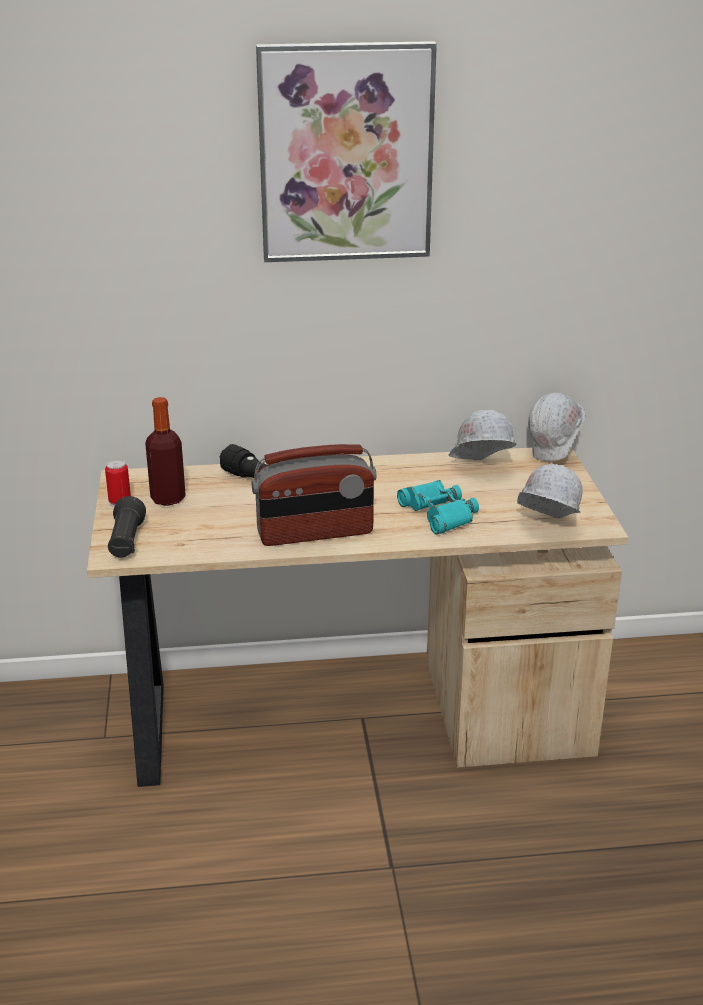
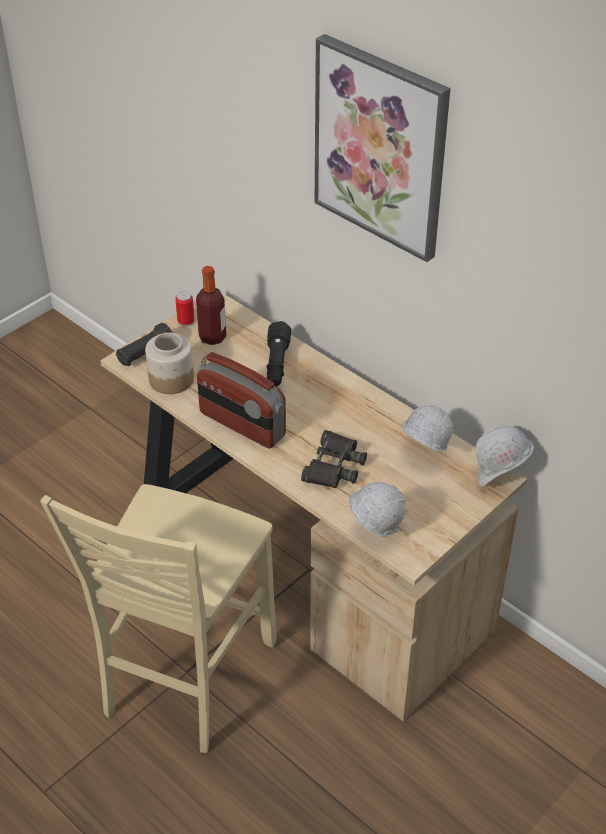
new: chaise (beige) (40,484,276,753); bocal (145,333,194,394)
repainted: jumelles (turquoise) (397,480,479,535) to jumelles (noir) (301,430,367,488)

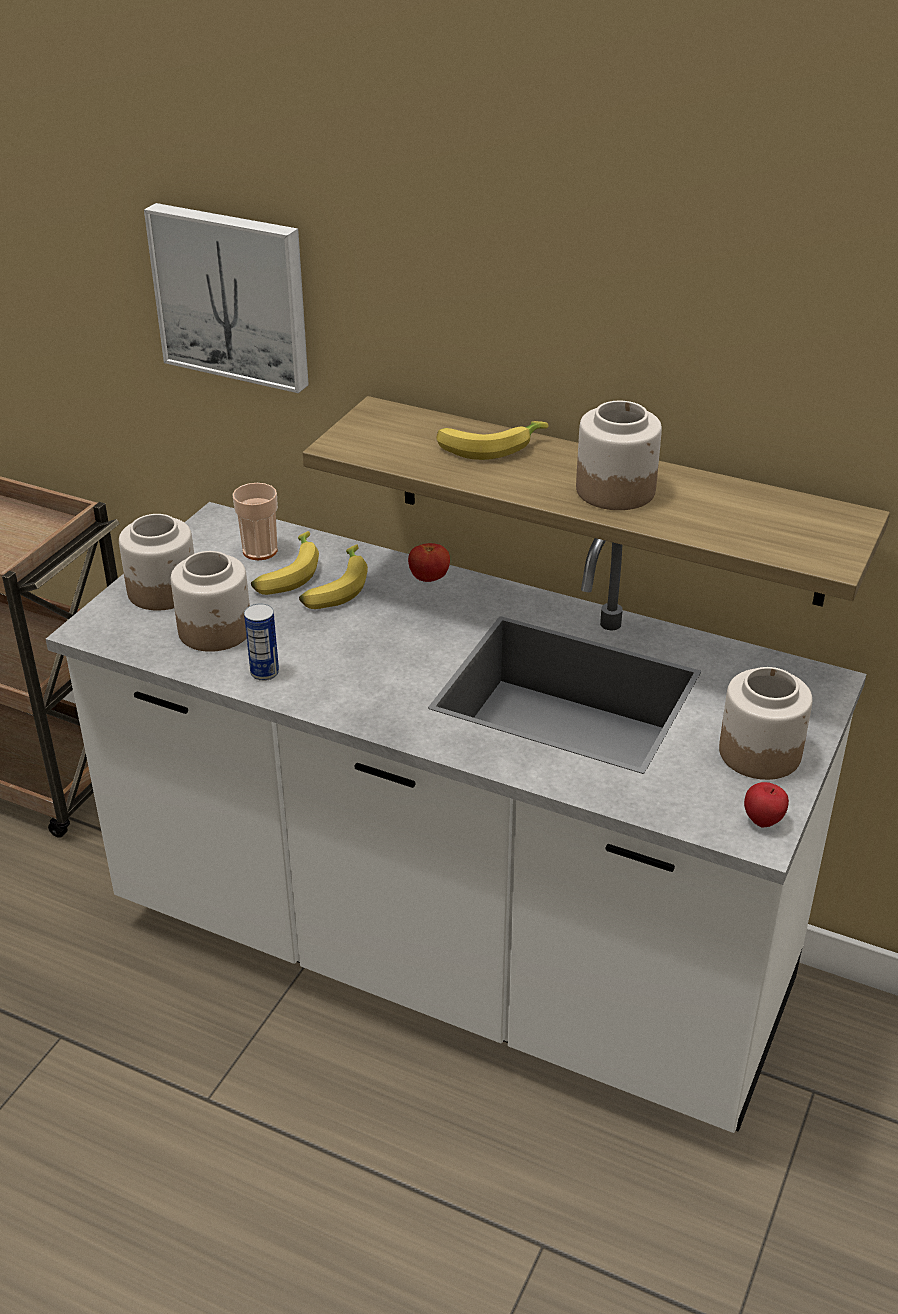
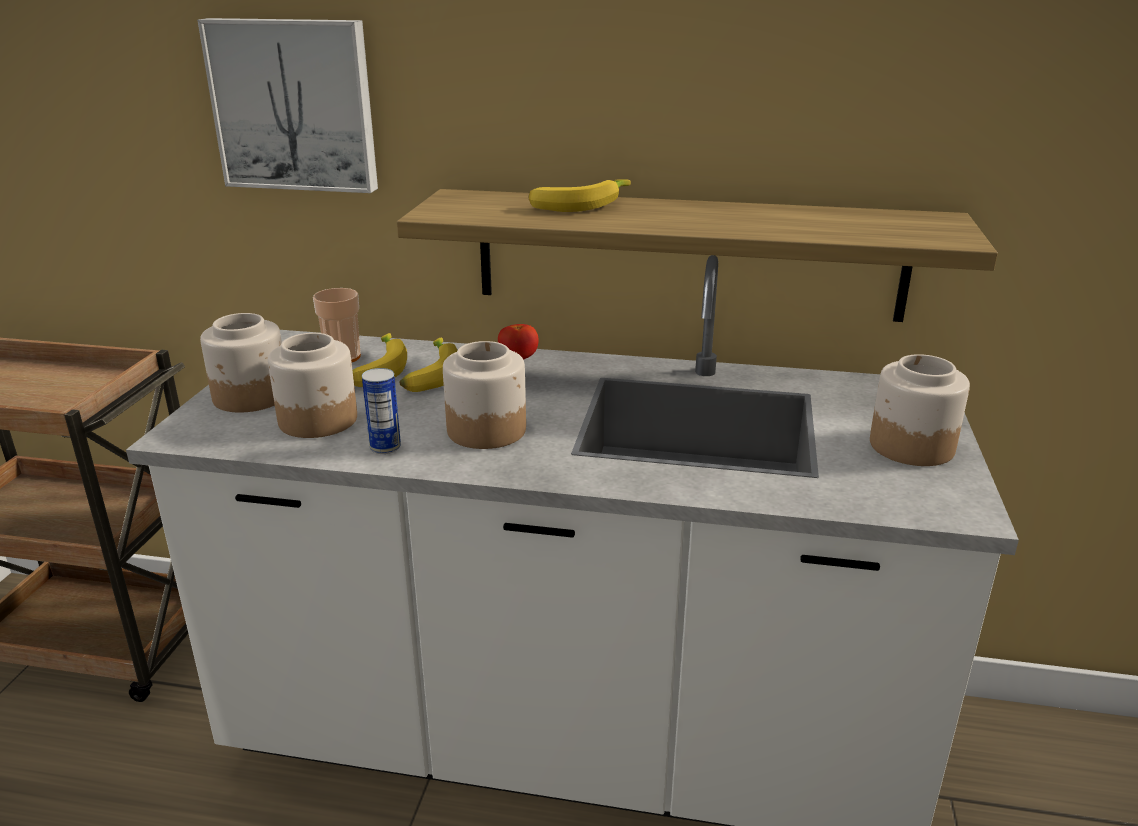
gone: pomme (744,782,789,828)
shifted: bocal (576,401,662,510) to (443,341,526,449)

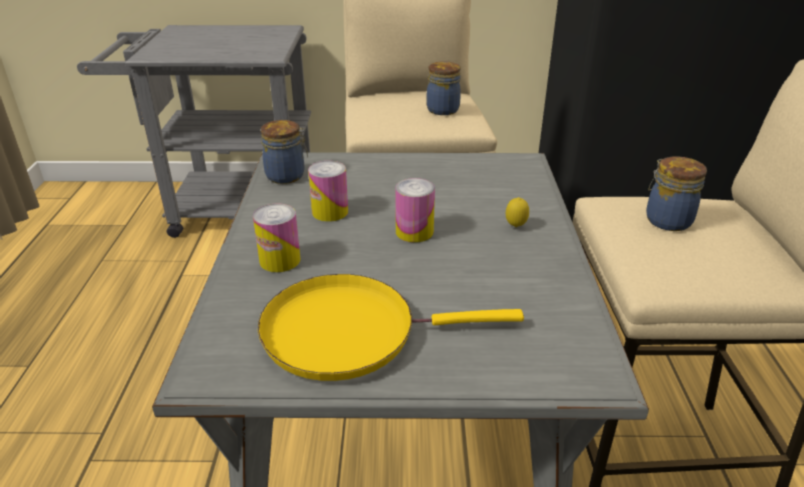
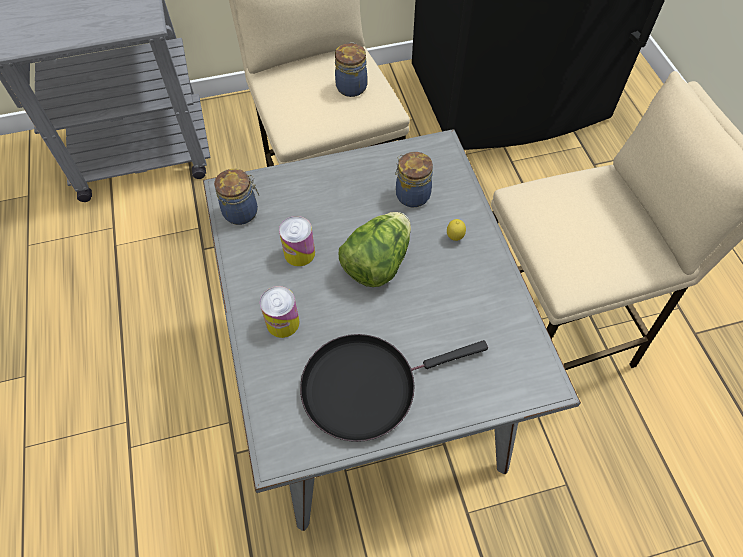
shifted: bocal (646,156,707,231) to (395,152,433,207)
swapped: boîte métallique (395,178,435,243) to laitue (338,212,411,287)
repainted: poêle (jaune) (258,274,524,381) to poêle (noir) (300,334,488,442)

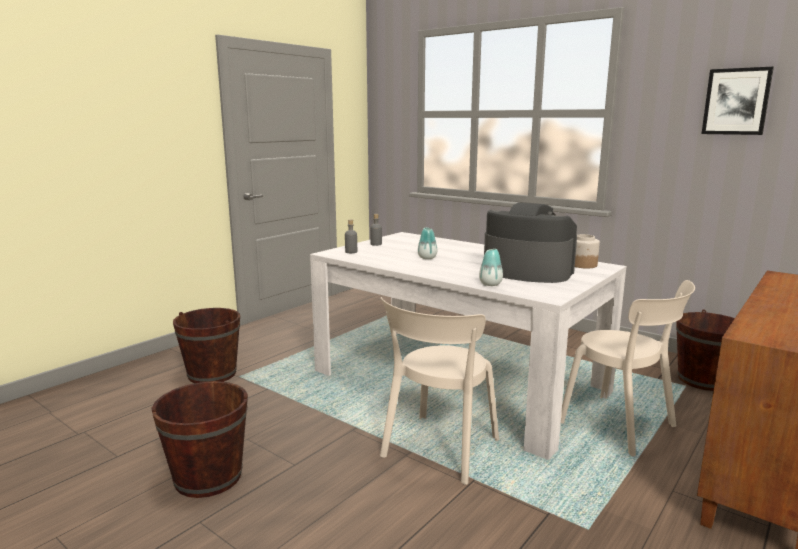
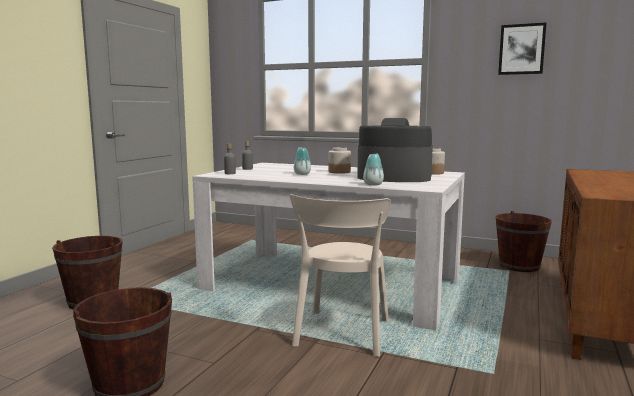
gone: chaise (beige) (561,280,695,457)
new: bocal (328,147,351,174)

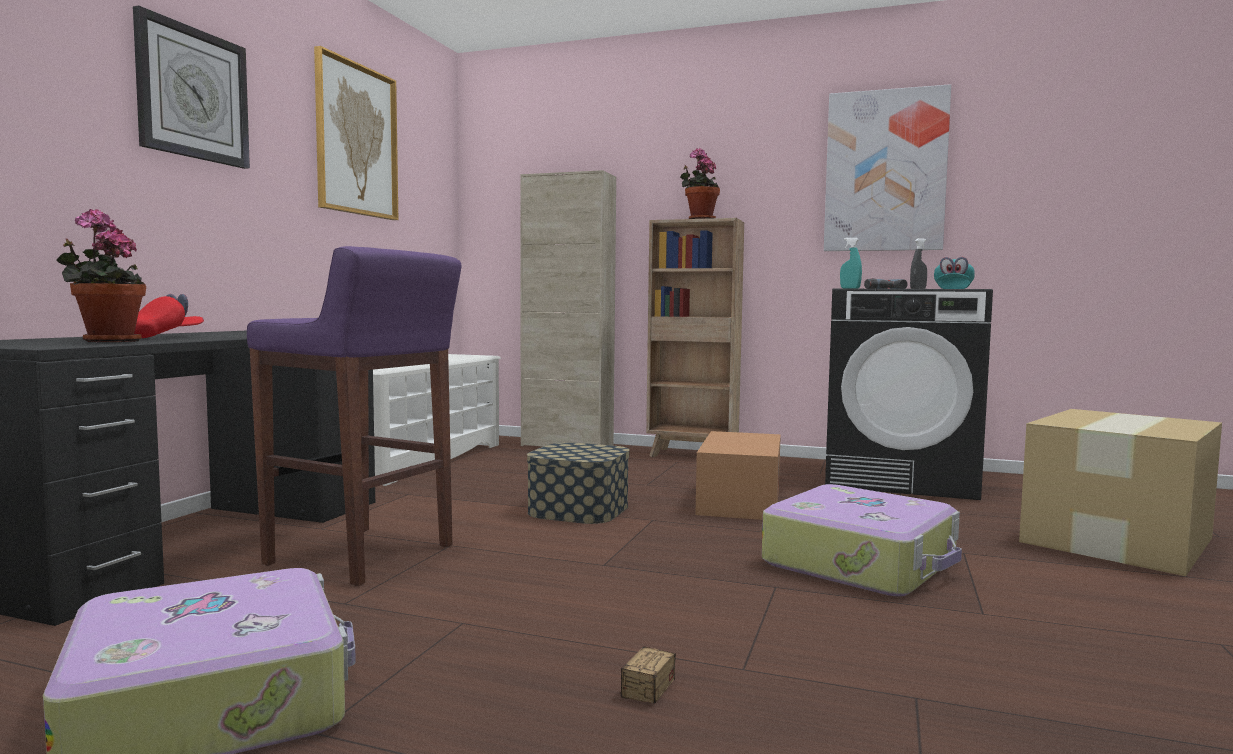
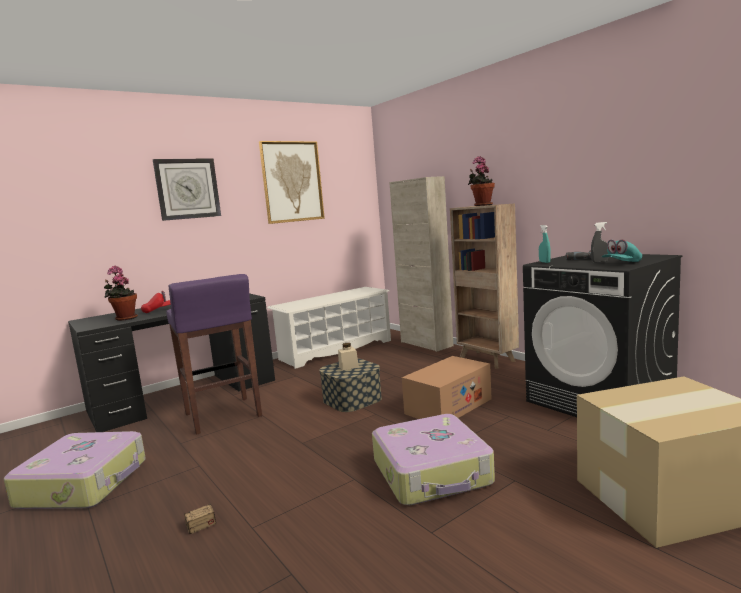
gone: tableau (824,84,951,251)
new: bocal (beige) (338,343,359,371)

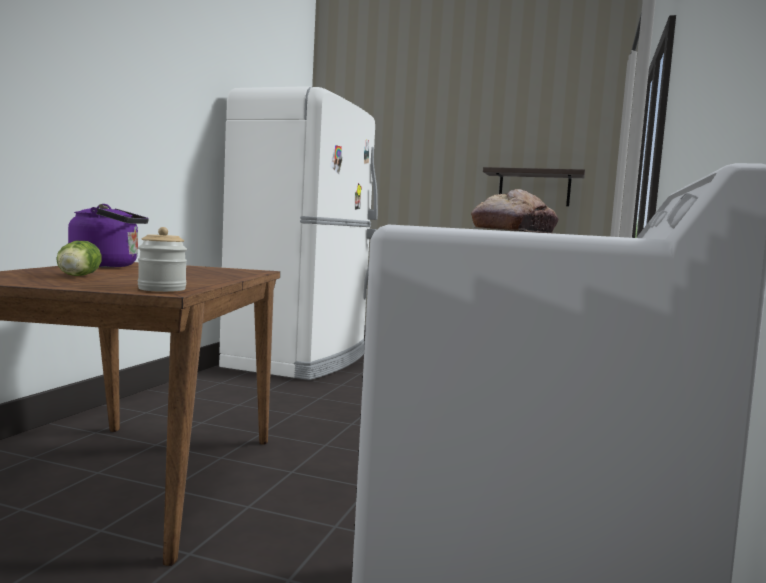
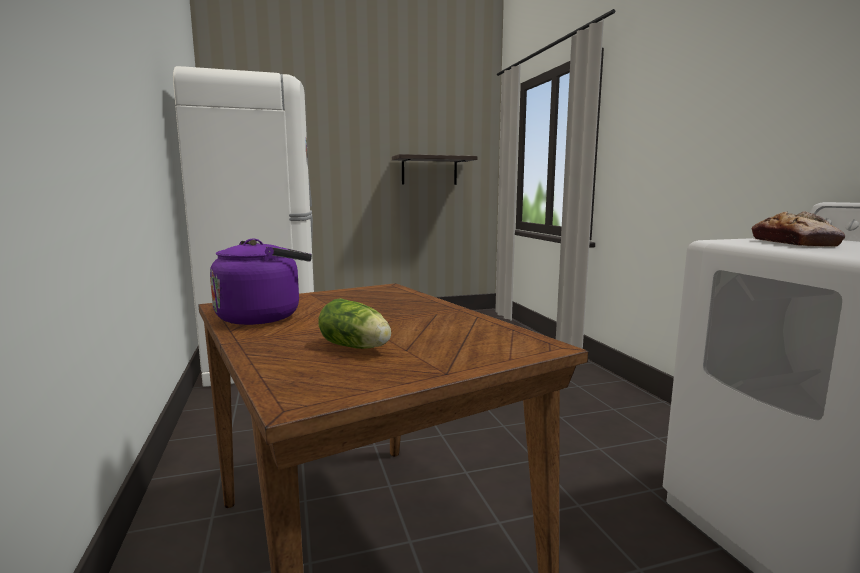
gone: bocal (138,227,187,292)

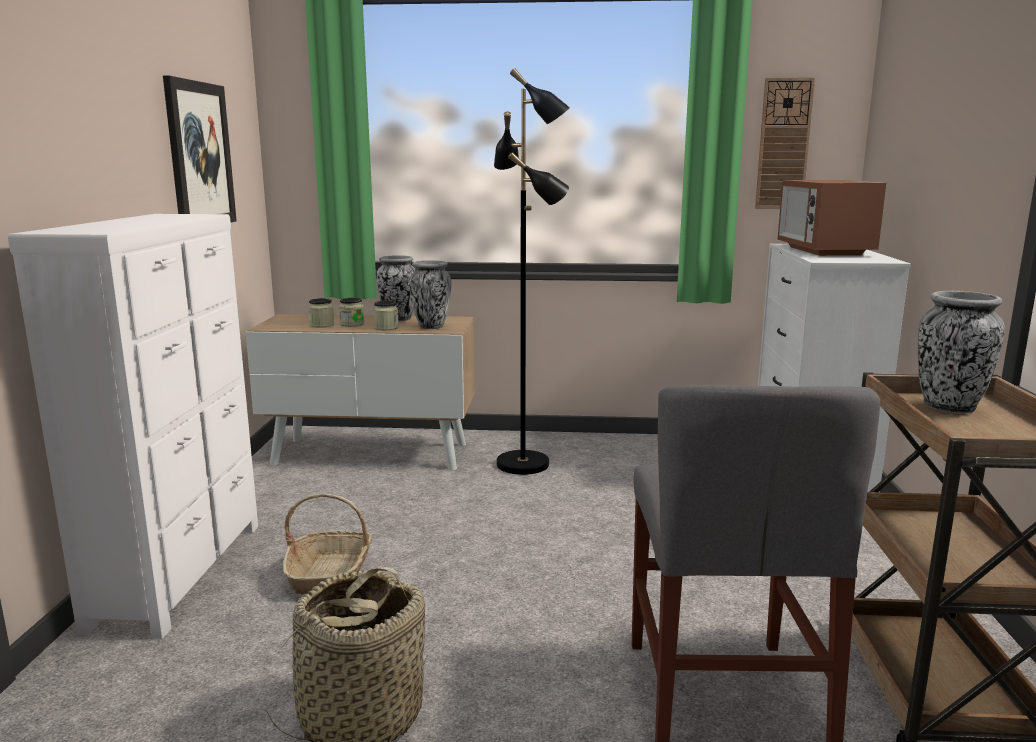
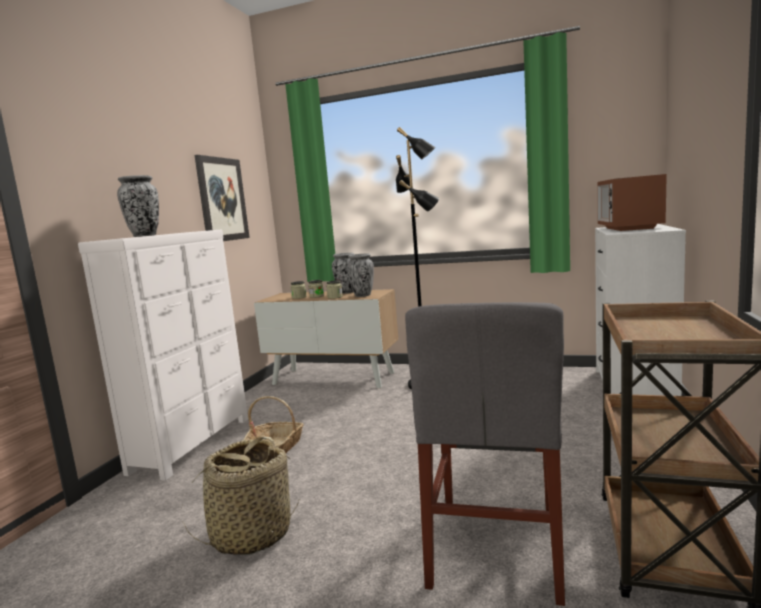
gone: horloge murale (755,77,815,209)
shifted: vase (918,291,1005,414) to (117,175,159,237)

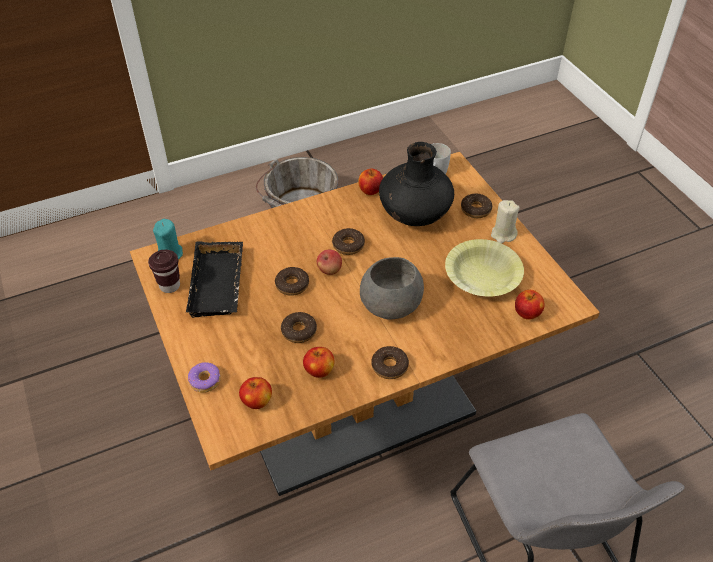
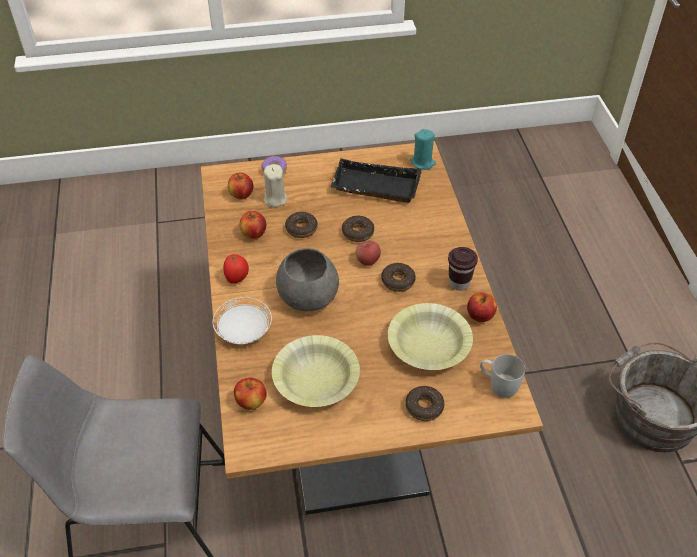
new: assiette (blanc) (213,297,272,344)
shifted: tasse (marron) (148,250,180,293) to (448,247,478,291); bougie (beige) (491,200,520,244) to (264,164,287,208)
swapped: beignet (371,346,409,379) to tomate (223,254,249,284); vase (noir) (379,142,454,226) to bol (jaune) (388,303,473,370)

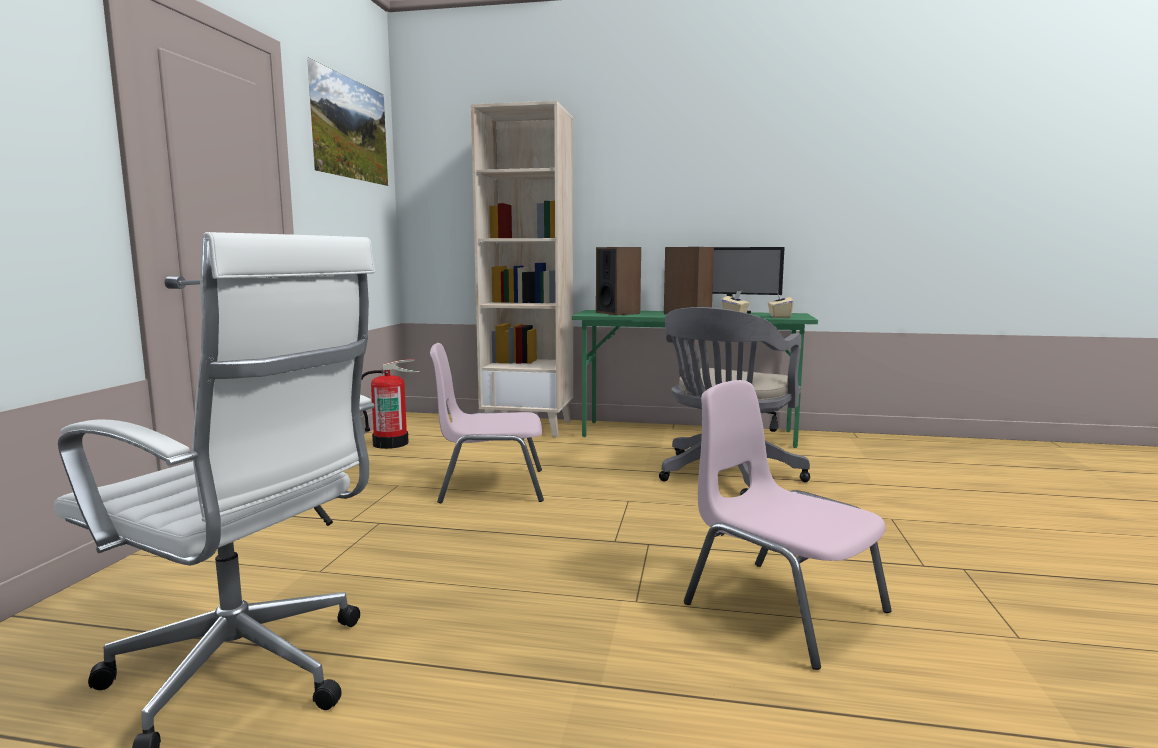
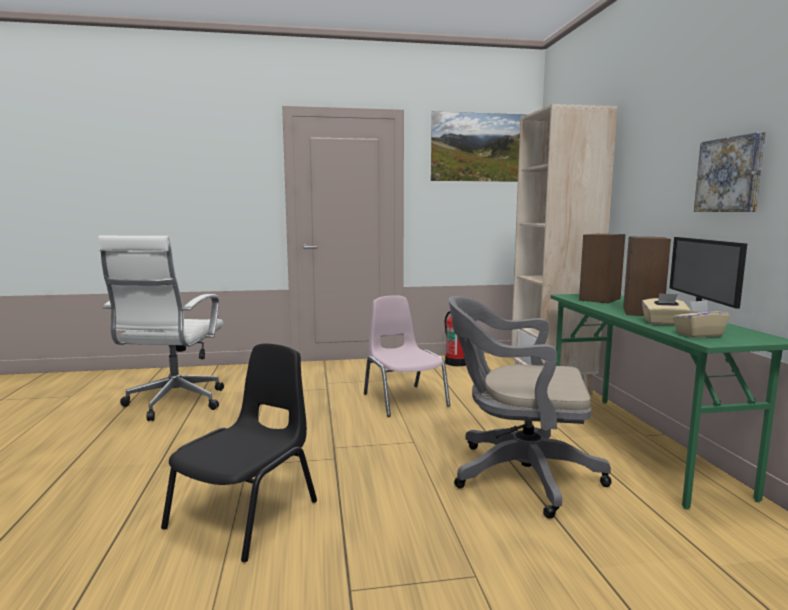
new: tableau (694,132,766,212)
repainted: chaise (rose) (684,380,892,670) to chaise (noir) (161,344,317,562)

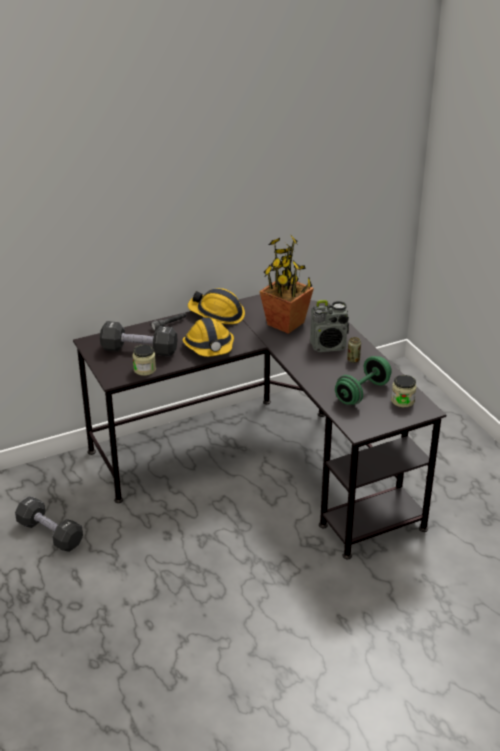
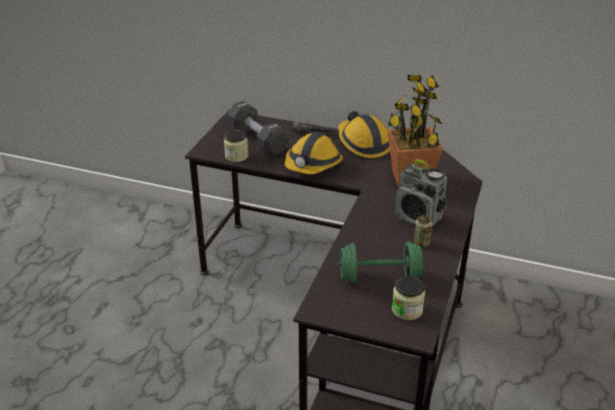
gone: haltère (noir) (15,496,83,552)

